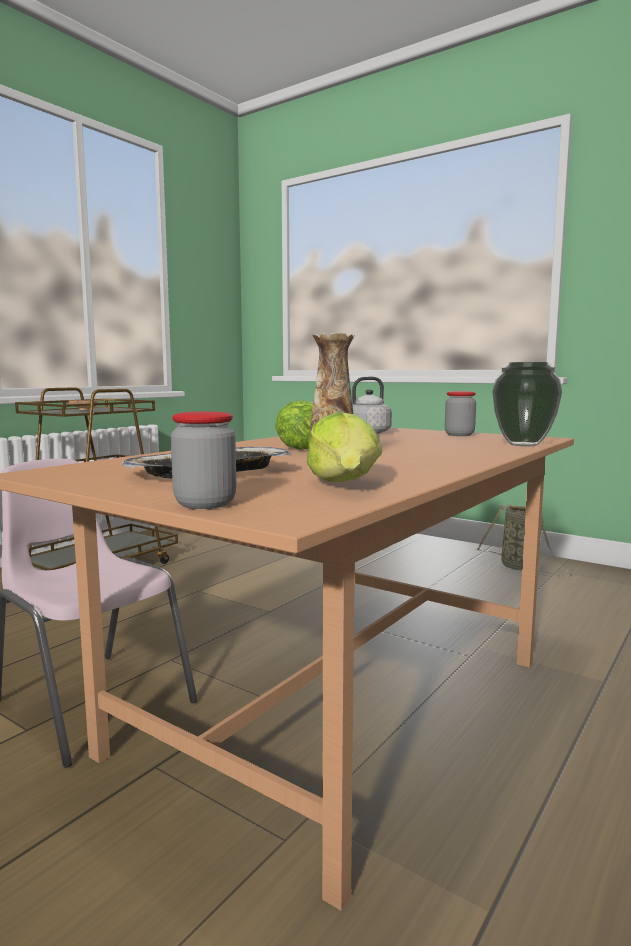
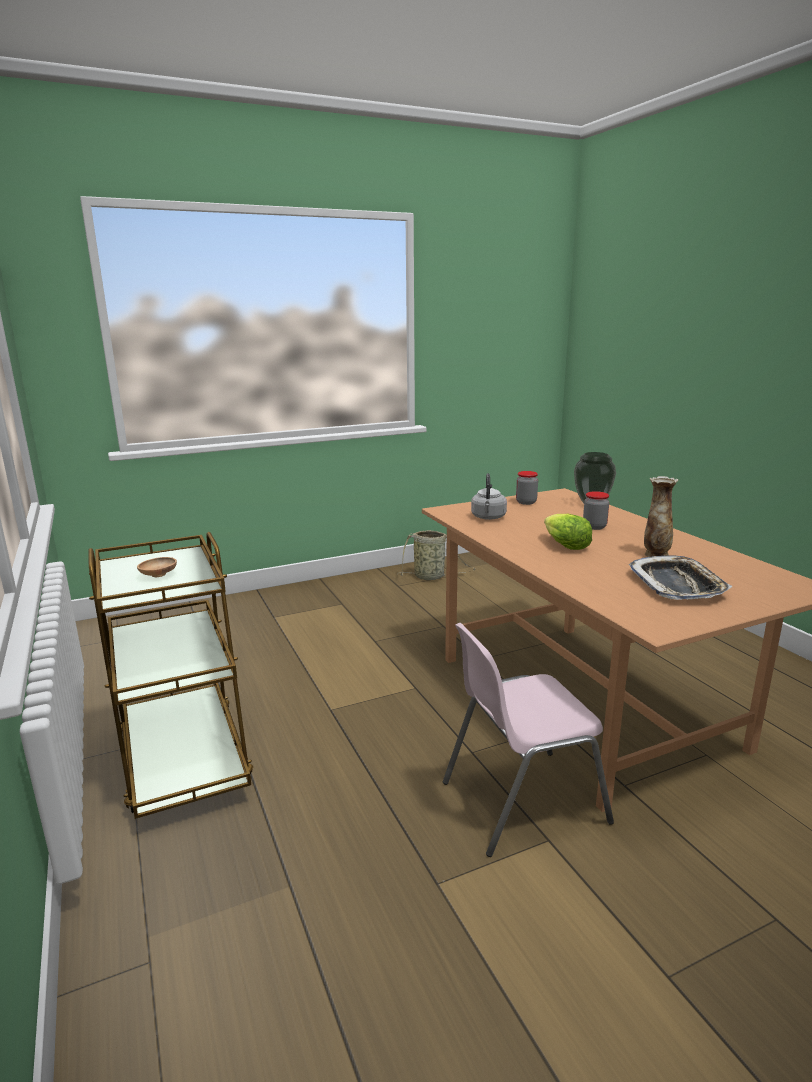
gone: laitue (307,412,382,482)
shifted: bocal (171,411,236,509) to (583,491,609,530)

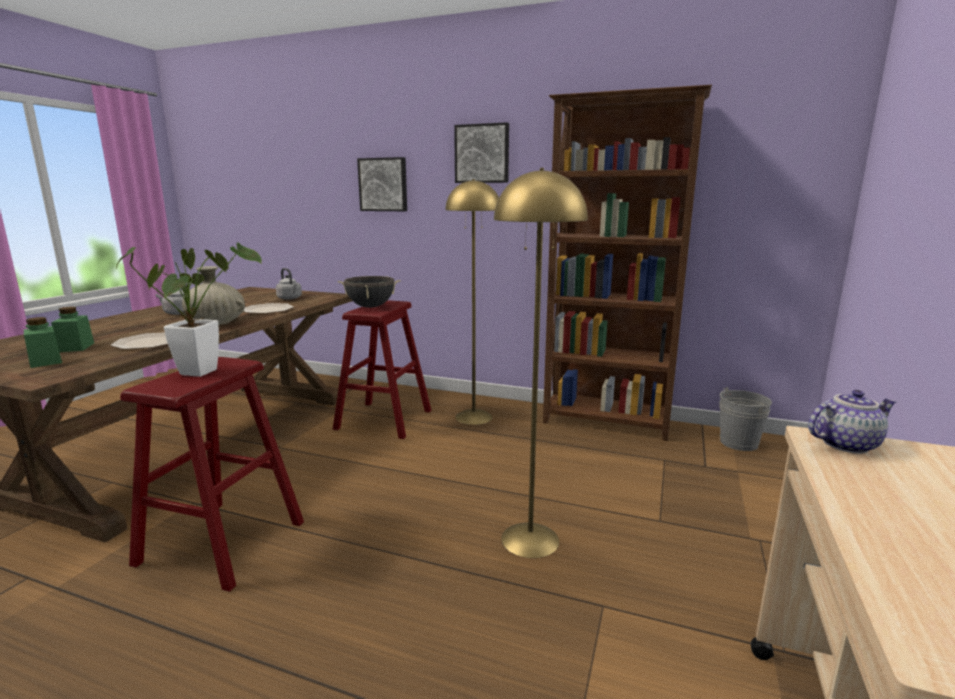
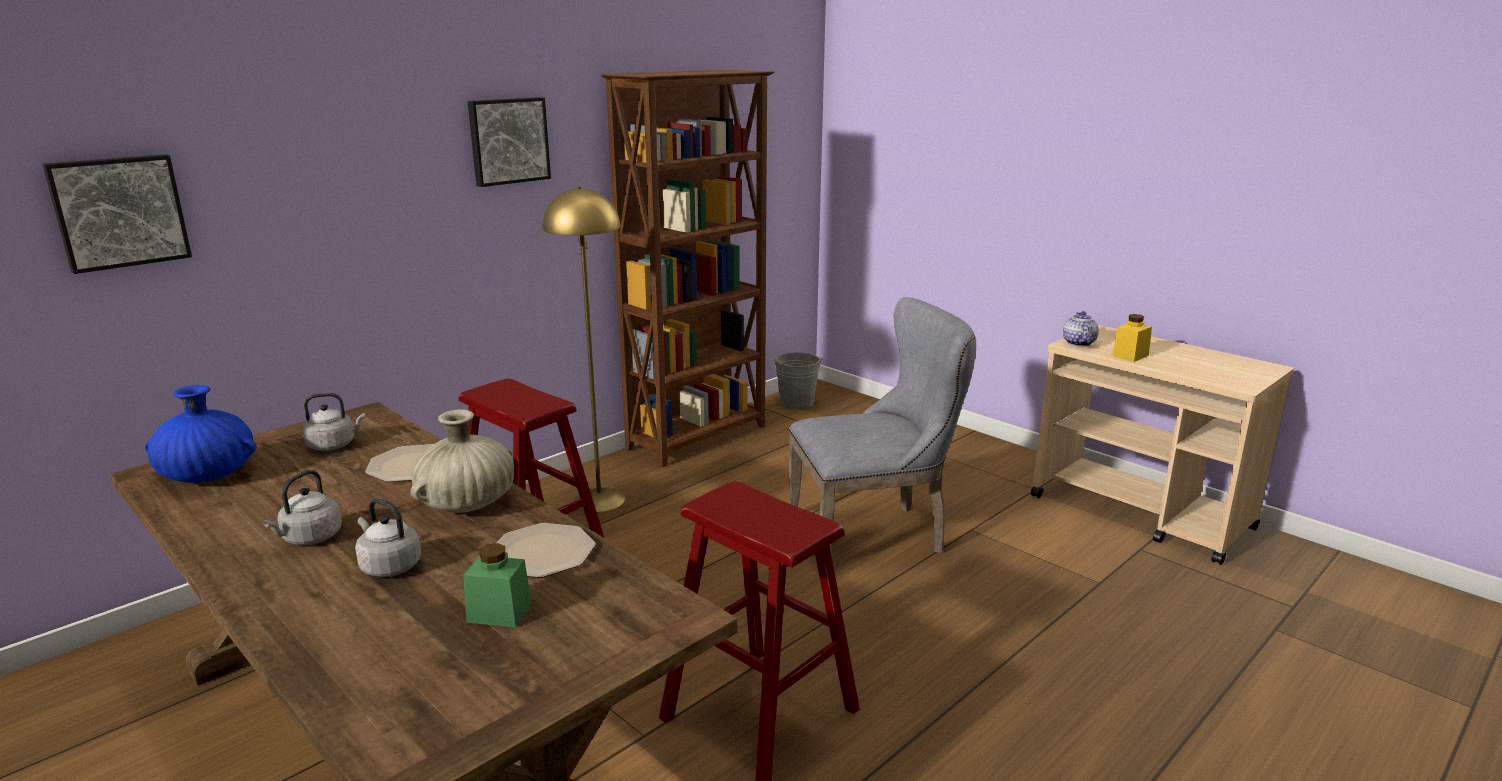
gone: bocal (vert) (24,317,62,368); plante en pot (115,242,262,377); marmite (noir) (338,276,401,308)
new: vase (bleu) (145,385,256,483); bouilloire (gris) (355,498,421,577); bocal (jaune) (1112,314,1152,362)
shifted: tableau (357,157,407,211) to (42,154,192,274)
swapped: lampadaire (jaune) (494,168,588,558) to chaise (gris) (789,297,976,553)

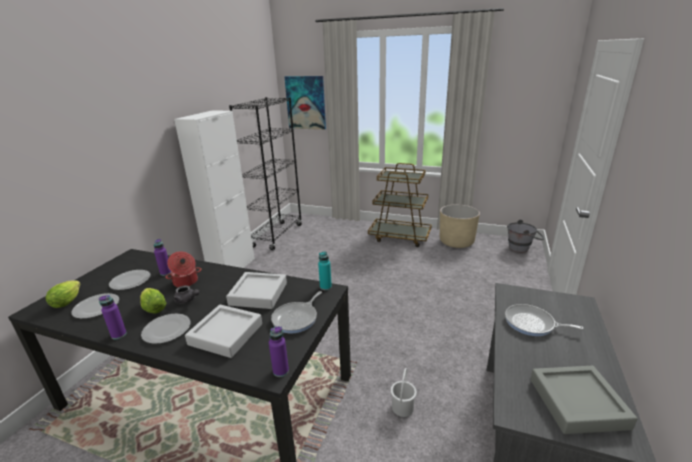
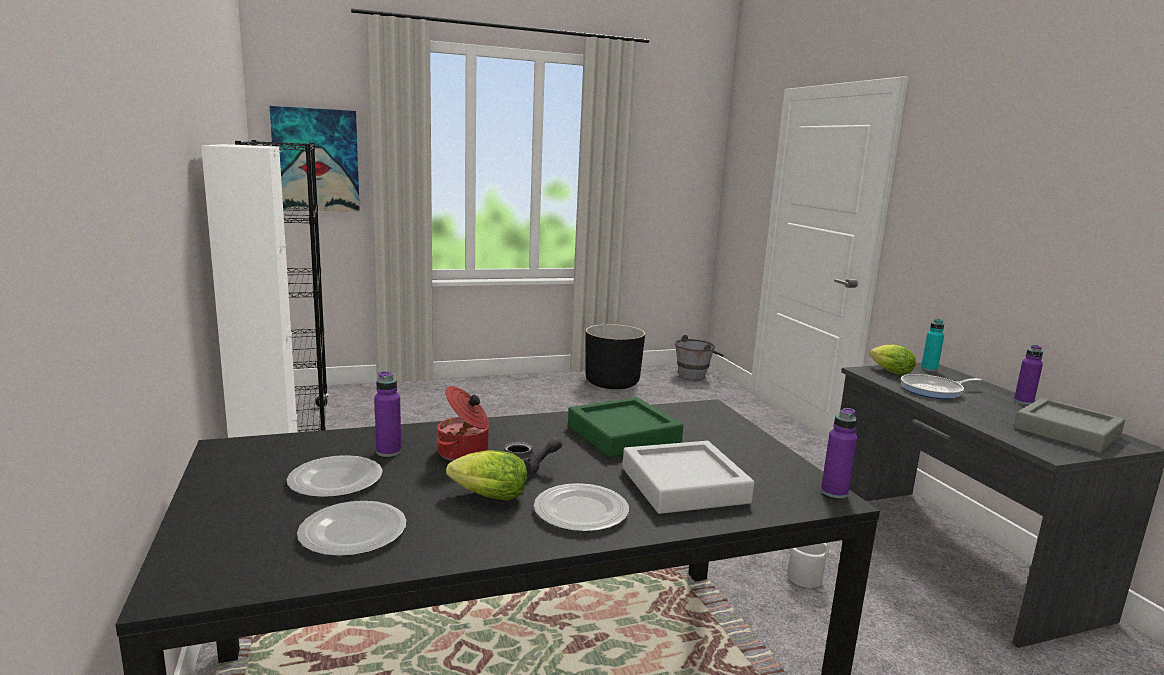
gone: poêle (271,291,322,333); chariot (marron) (368,163,432,247)
shifted: laitue (46,280,80,308) to (870,345,916,375); bouteille (violet) (99,295,127,339) to (1014,345,1043,405); bouteille (turquoise) (318,251,332,290) to (921,319,944,371)
repainted: plateau (gris) (226,272,287,309) to plateau (vert) (568,397,683,457); cache-pot (beige) (440,204,480,248) to cache-pot (noir) (585,324,645,389)

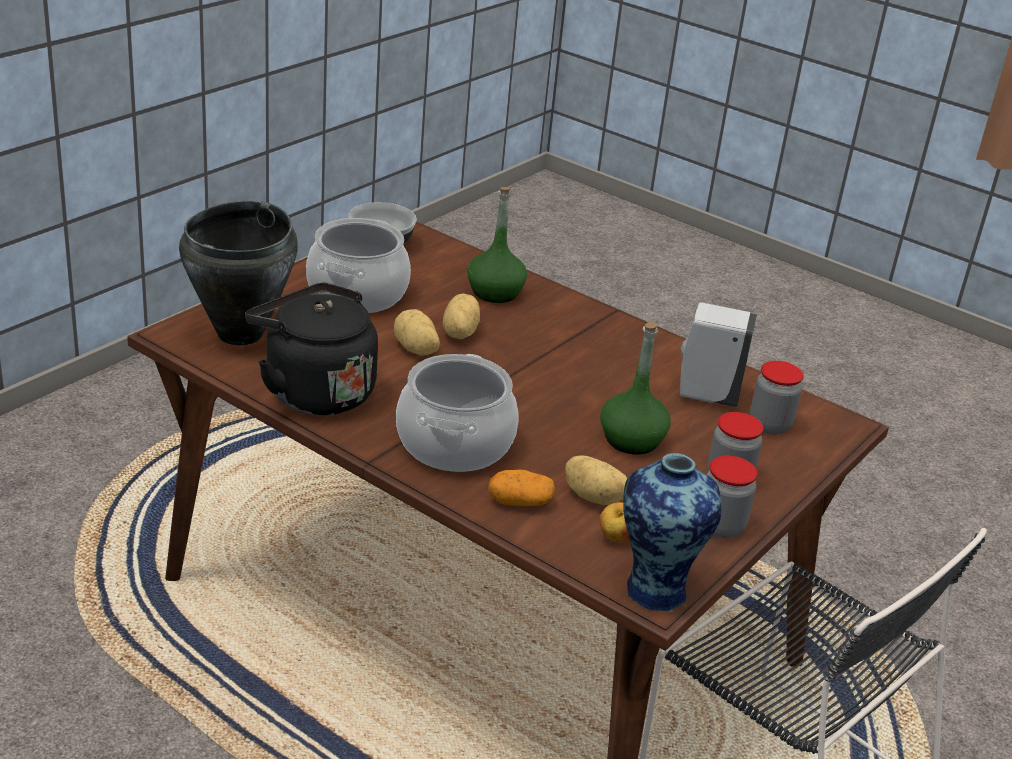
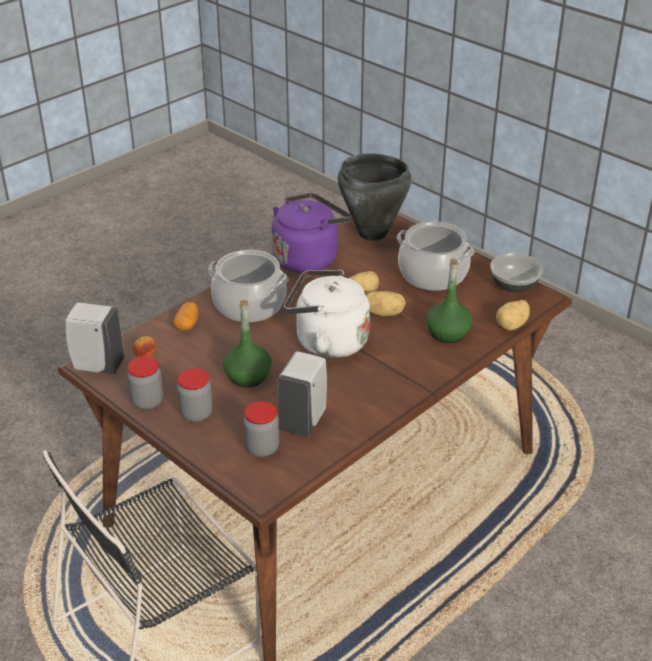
new: bouilloire (blanc) (284,270,370,359)
shifted: pomme de terre (565,455,627,505) to (496,300,530,331)
swapped: vase (623,453,721,611) to distributeur de savon (blanc) (66,302,124,374)
repainted: bouilloire (noir) (245,283,378,415) to bouilloire (violet) (272,193,351,273)

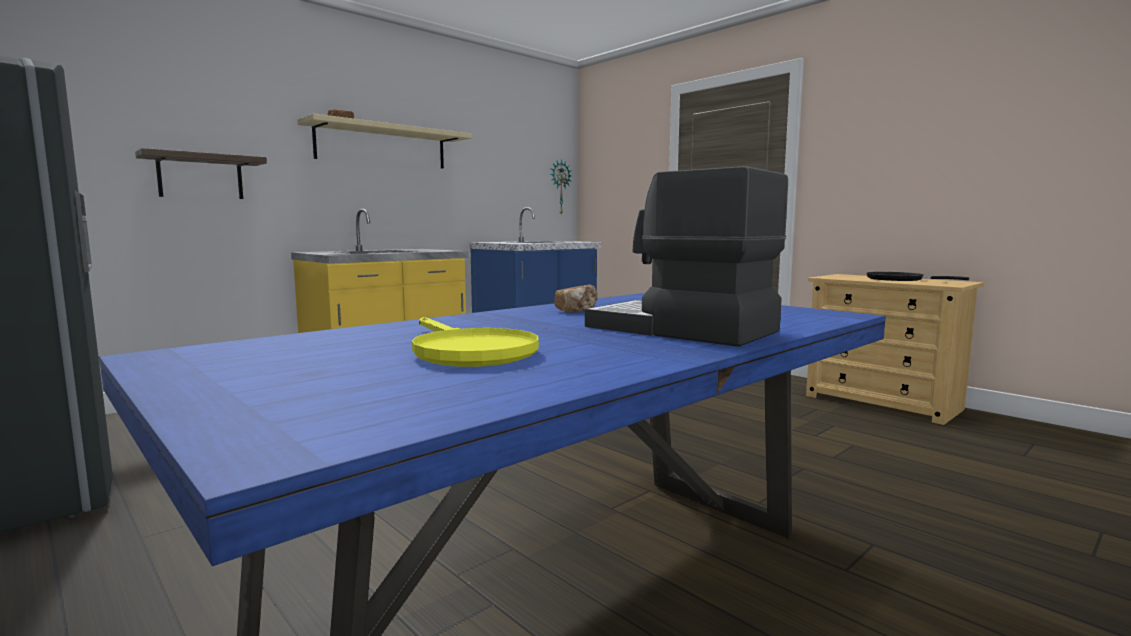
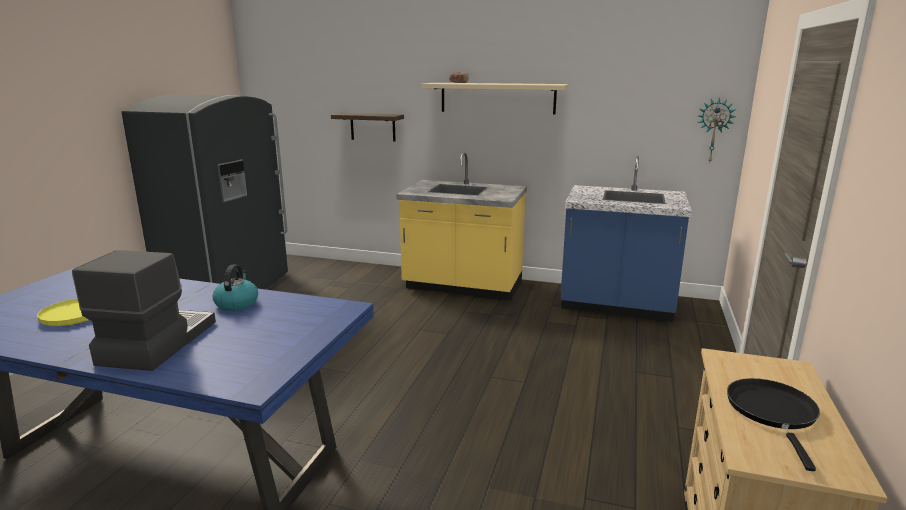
swapped: pain (554,284,598,313) to bouilloire (213,264,258,311)

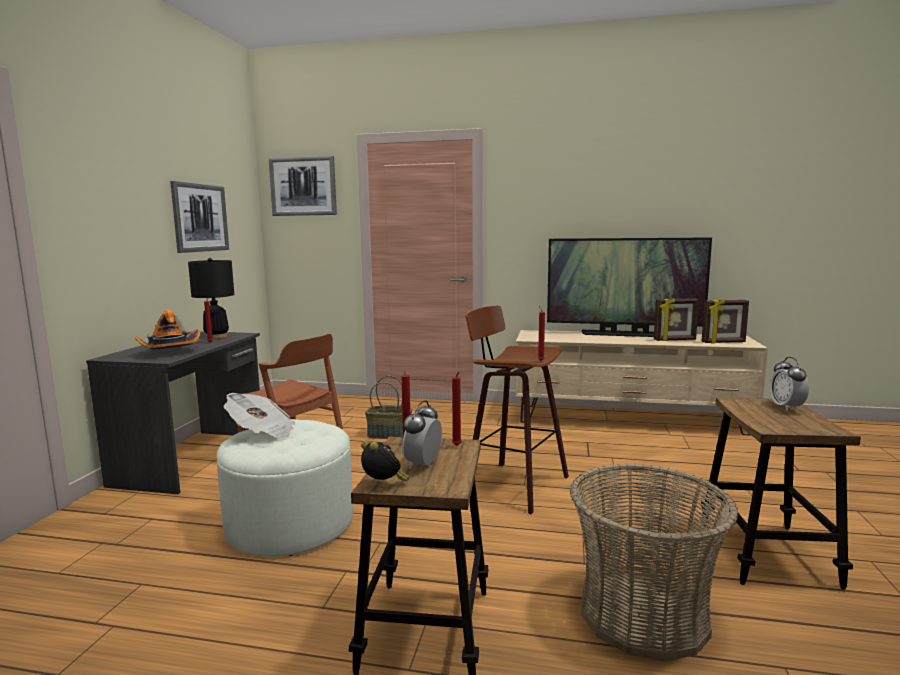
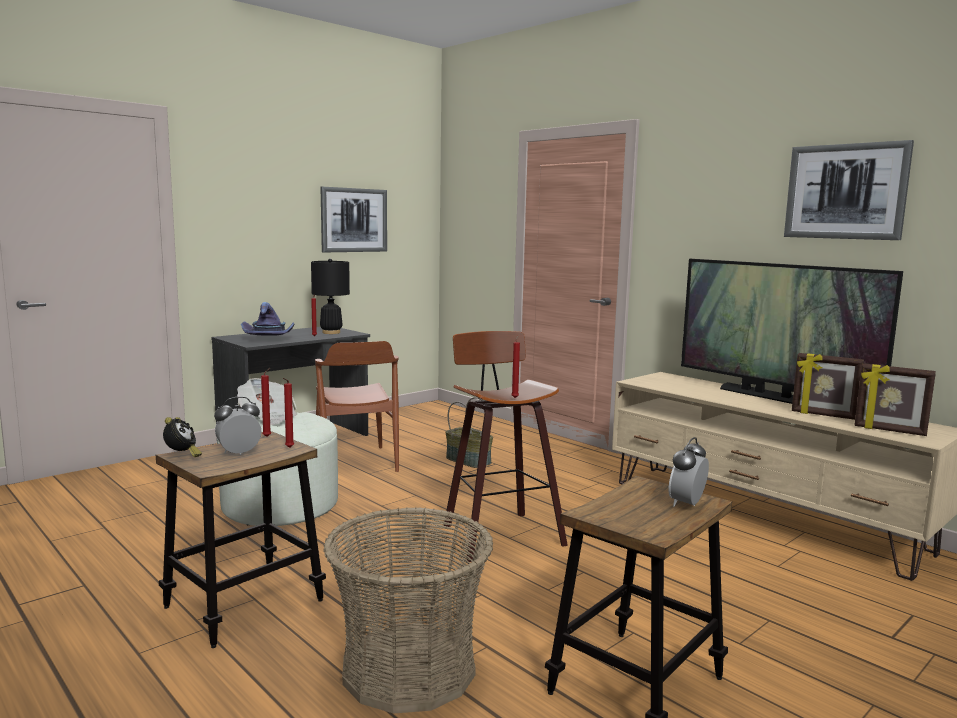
shifted: tableau (269,156,337,216) to (784,140,914,240)
repainted: chapeau (orange) (135,310,200,349) to chapeau (violet) (241,302,294,336)

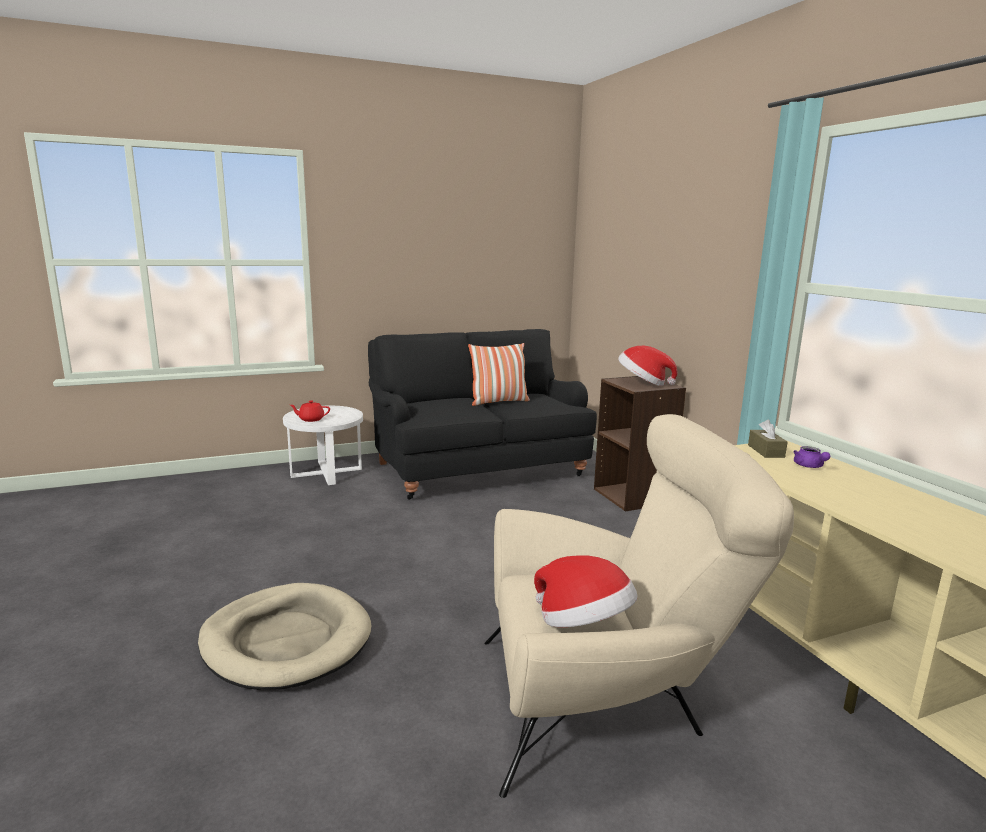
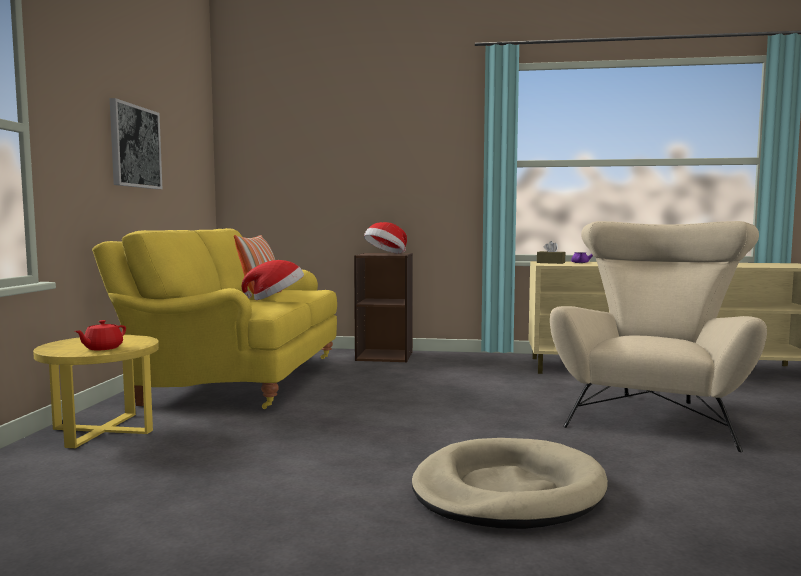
new: tableau (110,98,162,189)
shifted: chapeau (534,555,637,627) to (242,260,304,300)
repainted: table d'appoint (blanc) (283,406,363,485) to table d'appoint (jaune) (33,335,159,448); canapé (noir) (368,329,597,500) to canapé (jaune) (92,228,337,409)

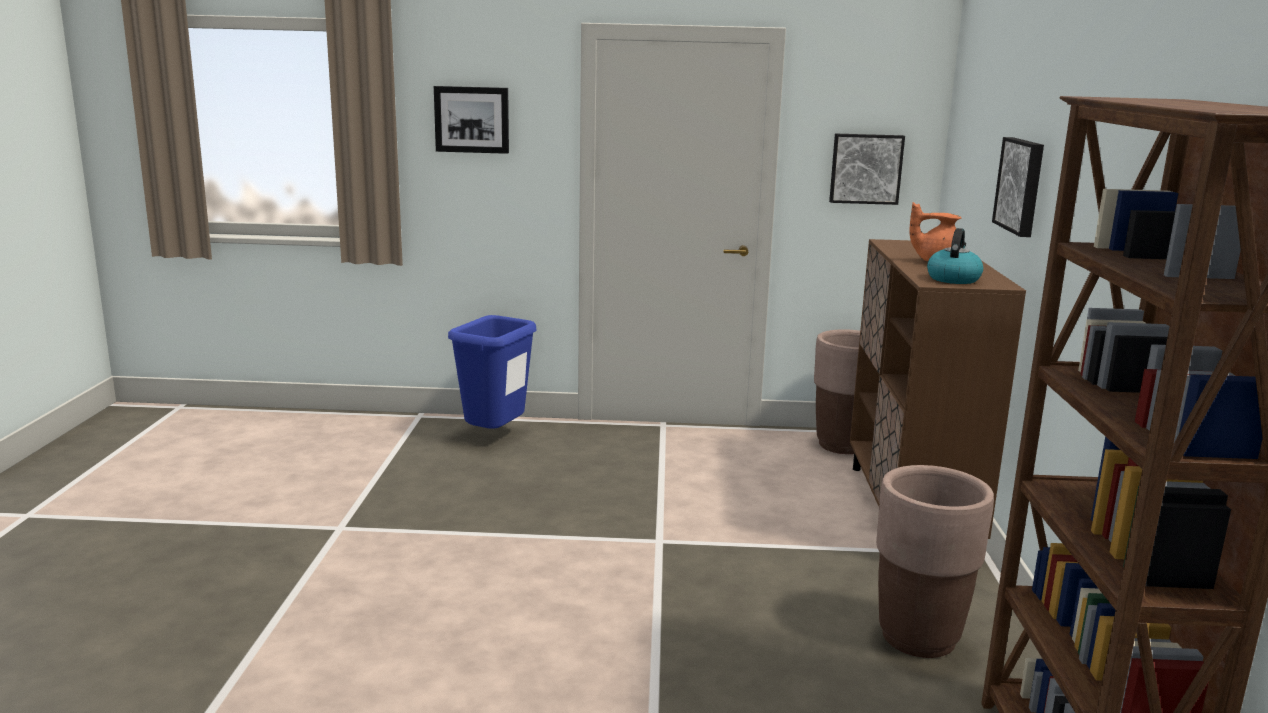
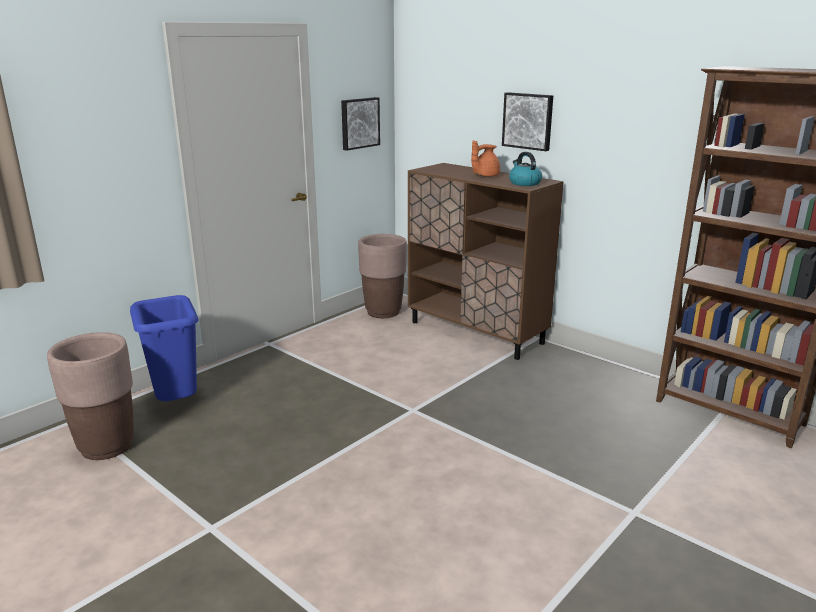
gone: tableau (434,86,509,154)
shifted: cache-pot (marron) (876,465,994,658) to (47,332,134,460)

